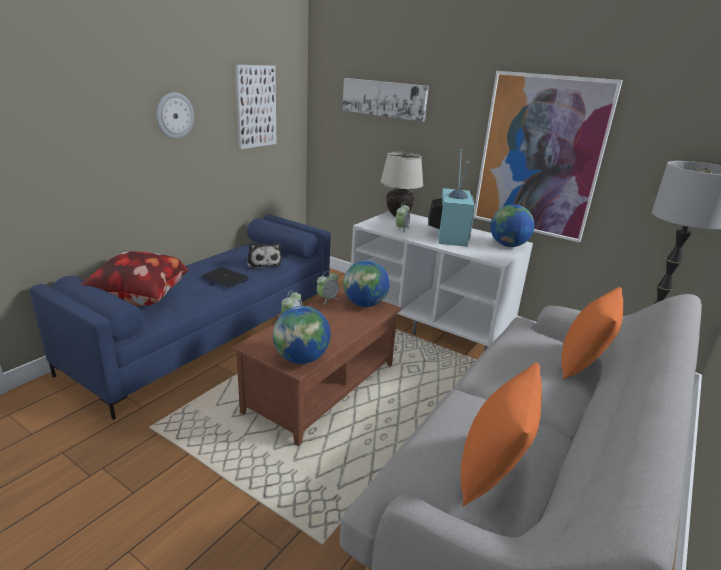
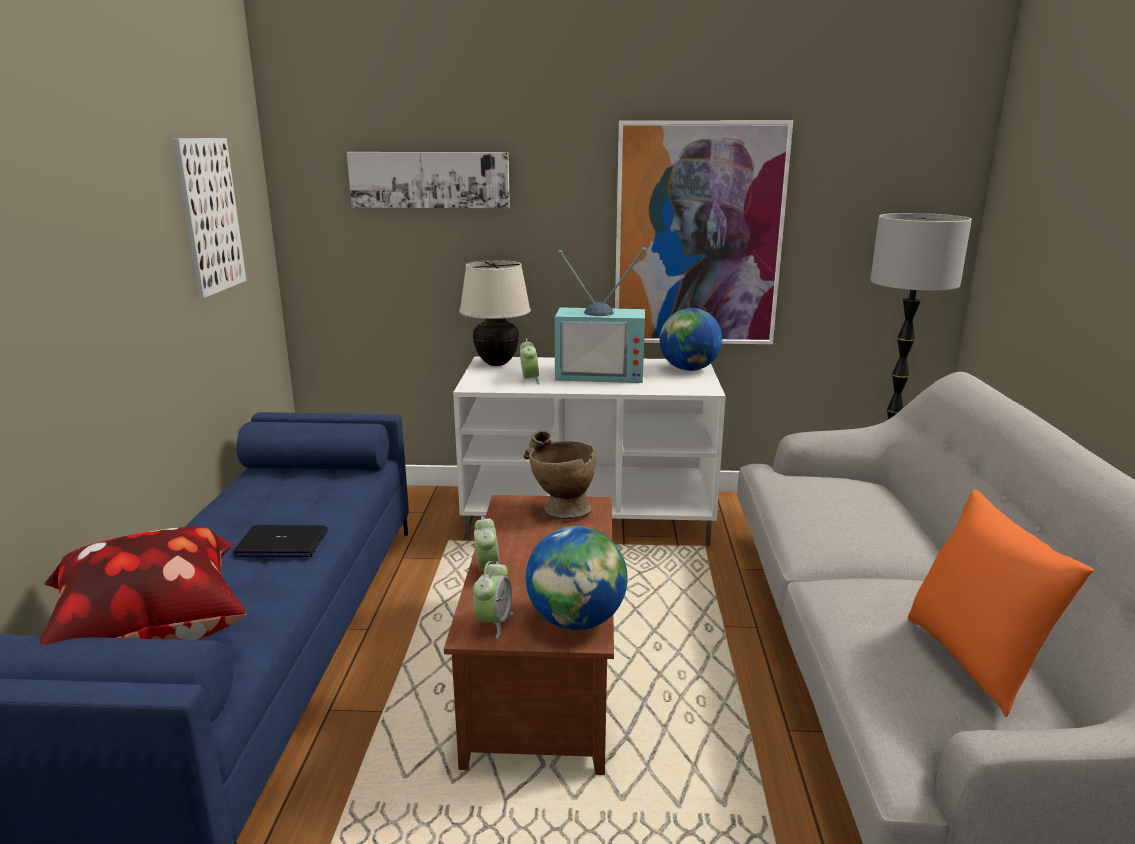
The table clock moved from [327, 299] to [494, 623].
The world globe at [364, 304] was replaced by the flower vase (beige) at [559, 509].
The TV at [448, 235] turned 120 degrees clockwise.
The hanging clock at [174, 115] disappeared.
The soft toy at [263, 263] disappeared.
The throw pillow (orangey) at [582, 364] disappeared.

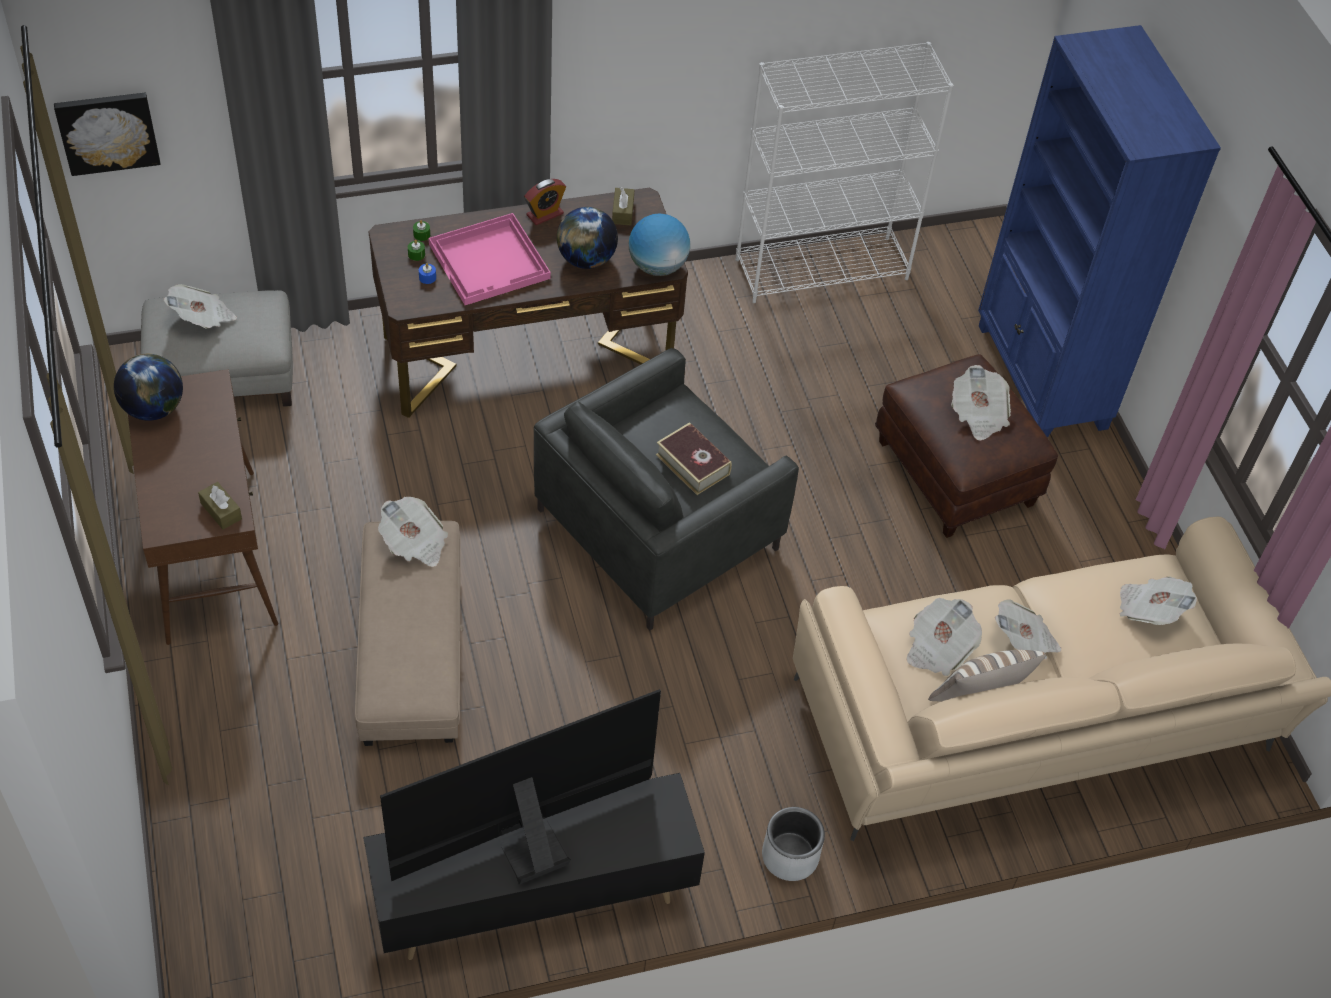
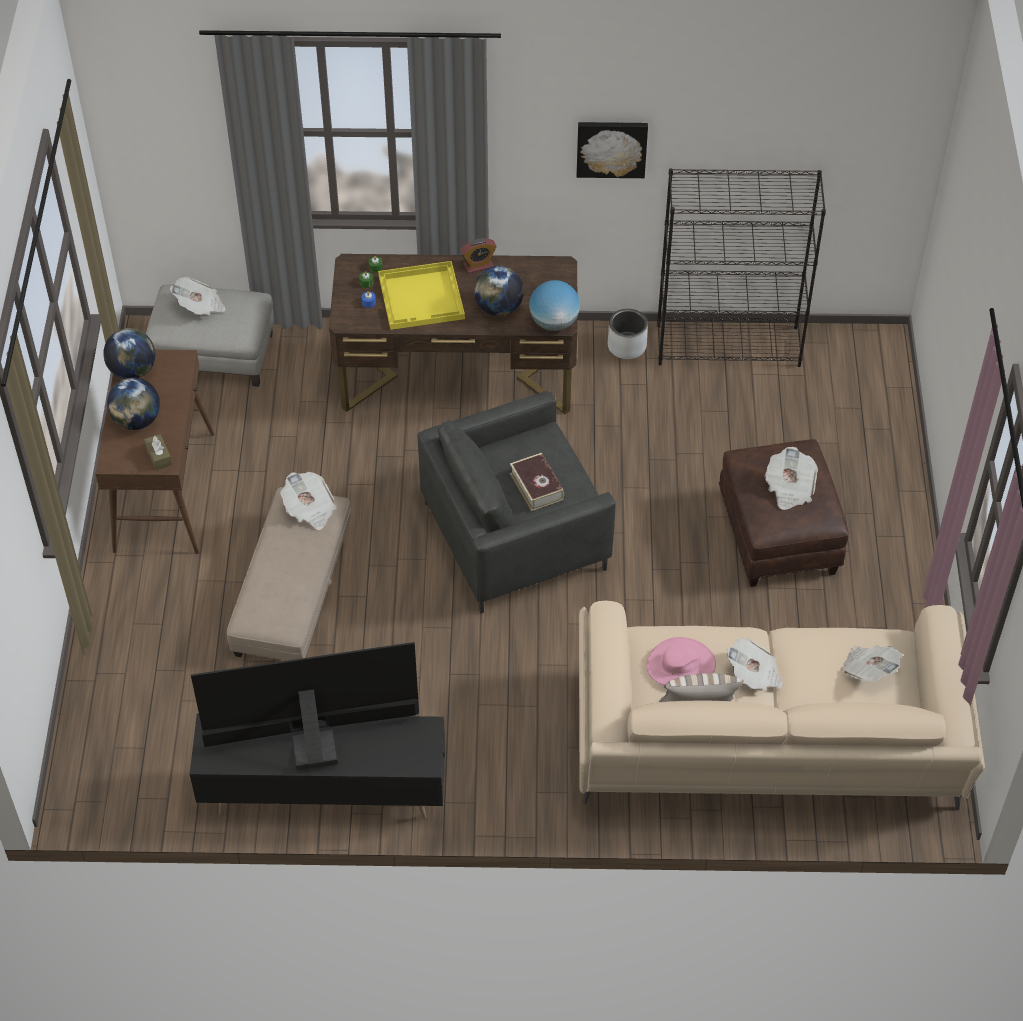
The world globe at [137, 420] appeared.
The carrying tray (pink-coloured) at [490, 262] became the carrying tray (yellow) at [422, 298].
The wall picture moved from [107, 131] to [611, 147].
The planter (grey) moved from [789, 856] to [626, 346].
The printed paper at [938, 648] was replaced by the hat (pink-coloured) at [681, 665].
The bookcase (whitish) at [822, 268] became the bookcase (black-coloured) at [729, 345].
The tissue box (brownish) at [622, 212] disappeared.
The bookcase (bluish) at [1041, 377] disappeared.

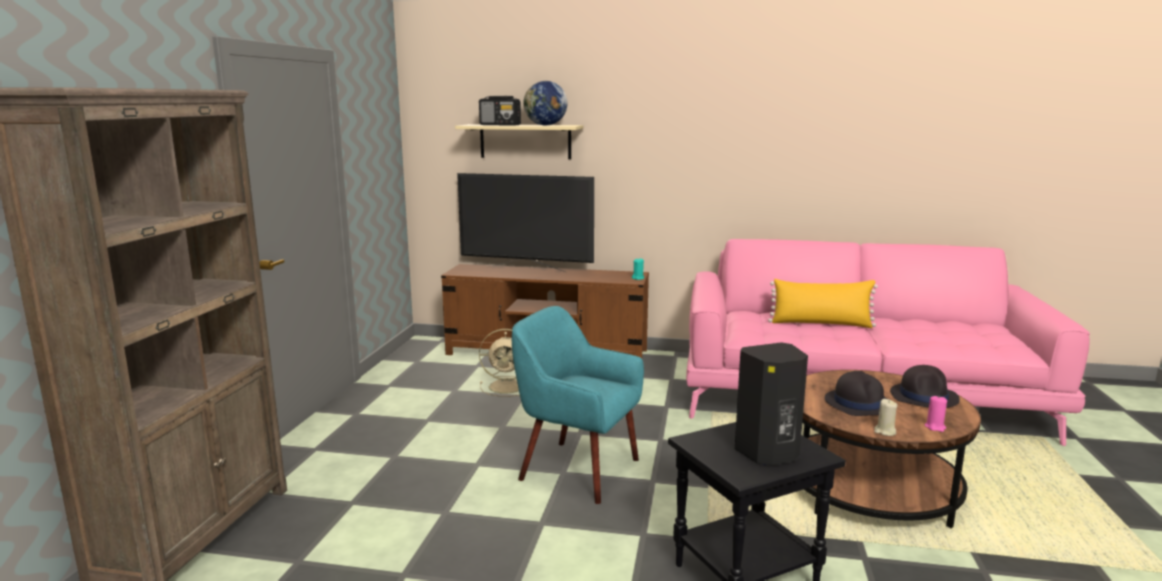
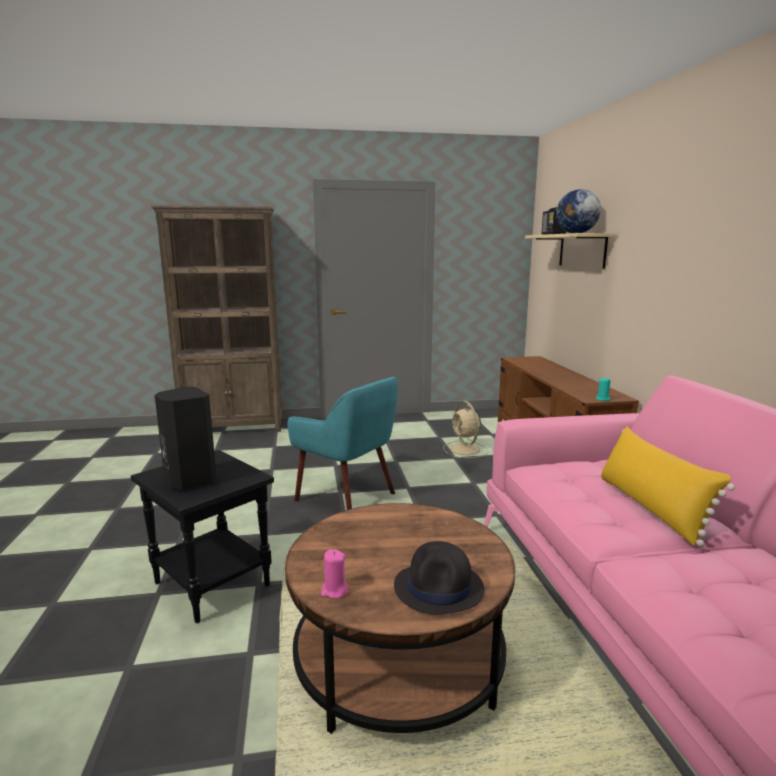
The armchair (turquoise) at [577, 469] turned 120 degrees clockwise.
The TV at [526, 269] disappeared.
The hat (black-coloured) at [858, 403] disappeared.
The wax light (beige) at [885, 431] disappeared.

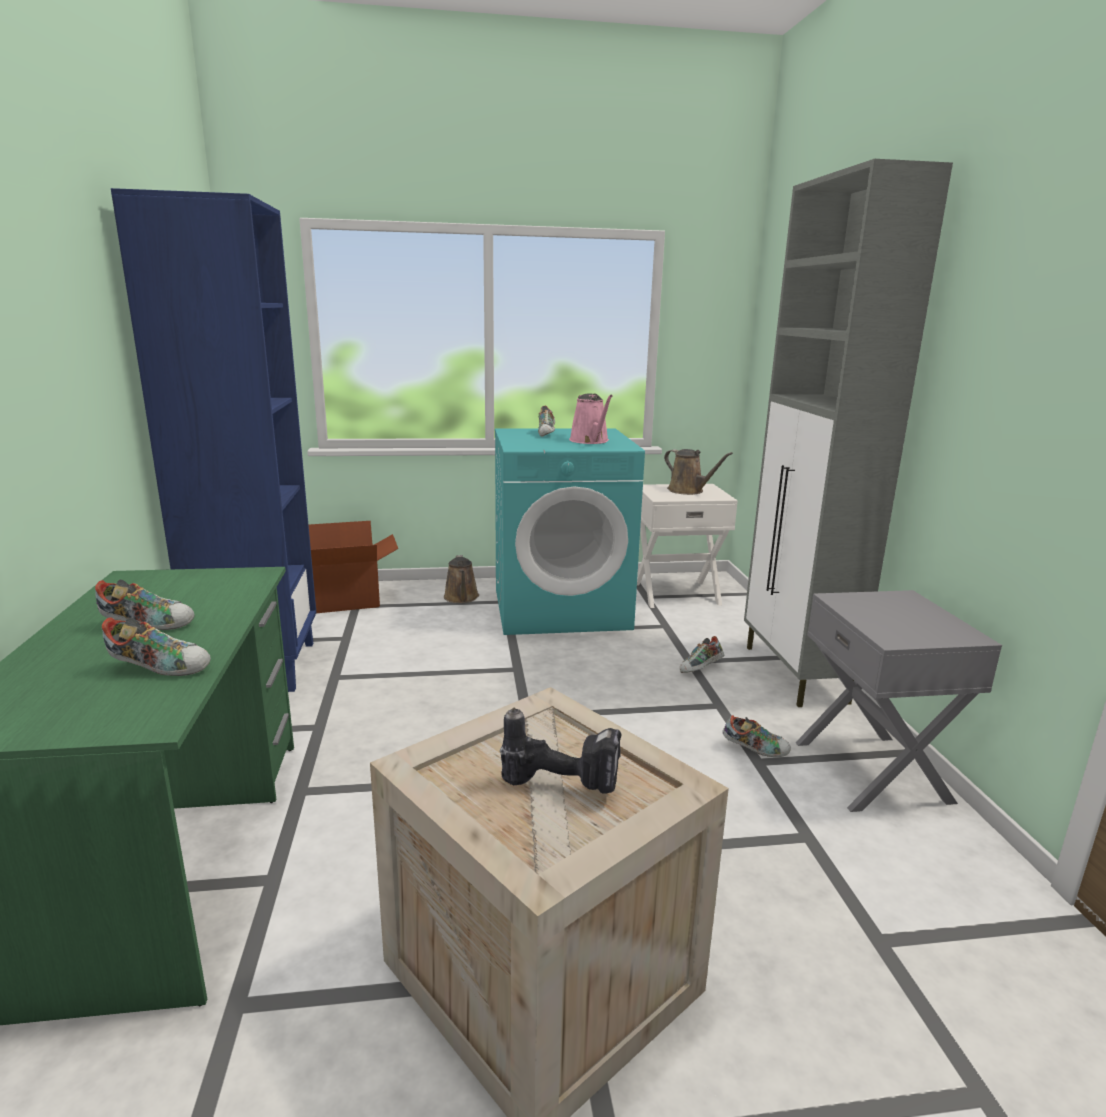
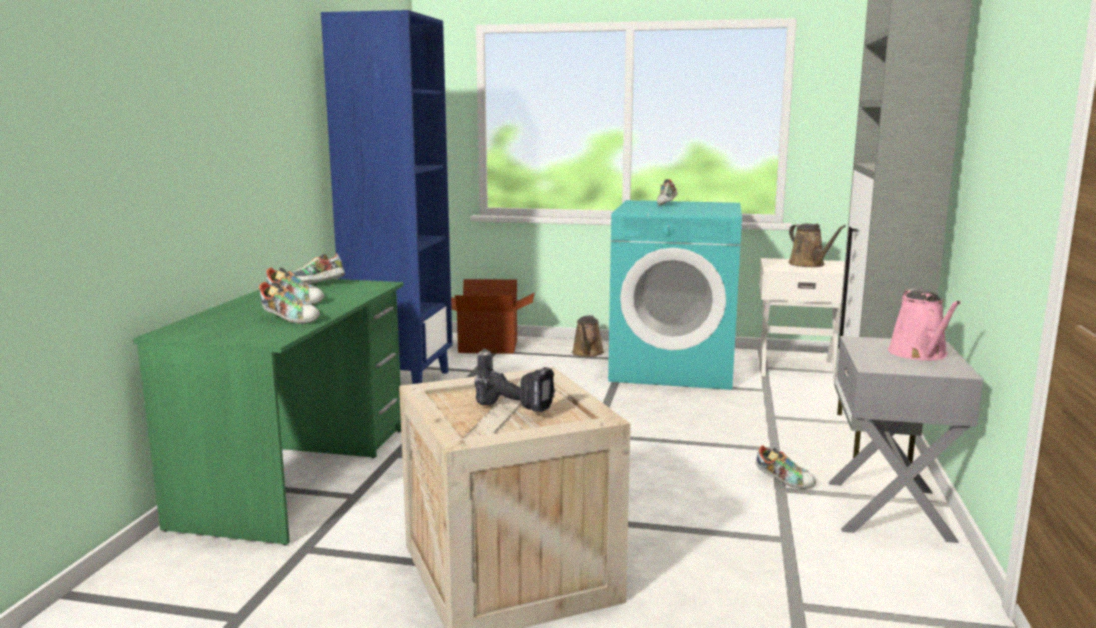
The shoe moved from [701, 669] to [315, 285].
The watering pot (pink-coloured) moved from [590, 441] to [920, 354].

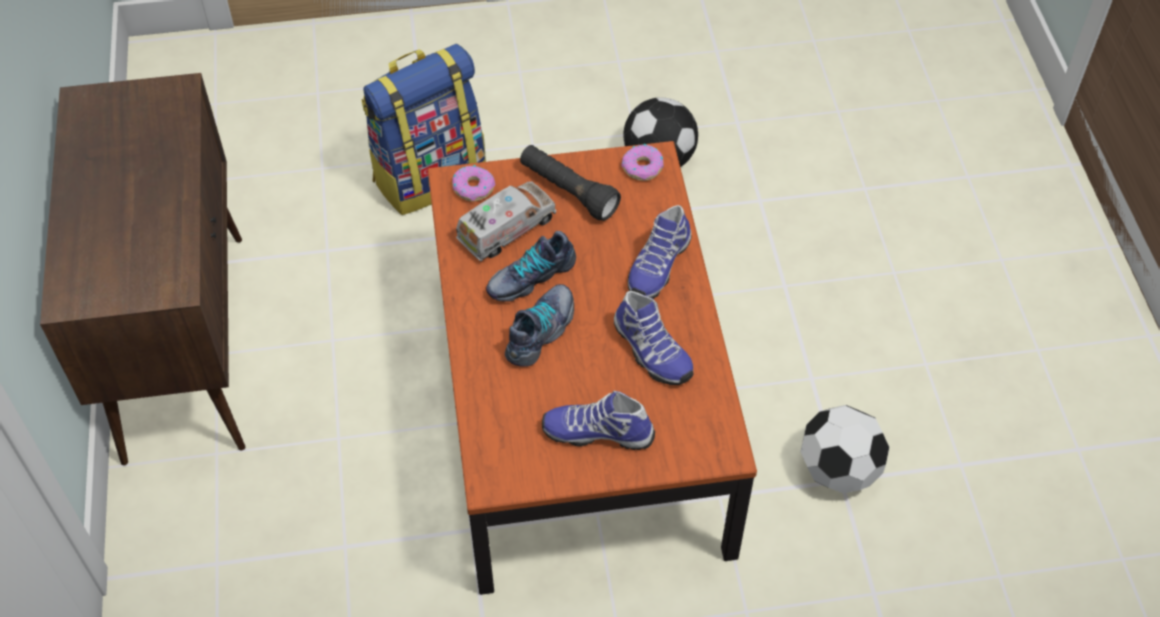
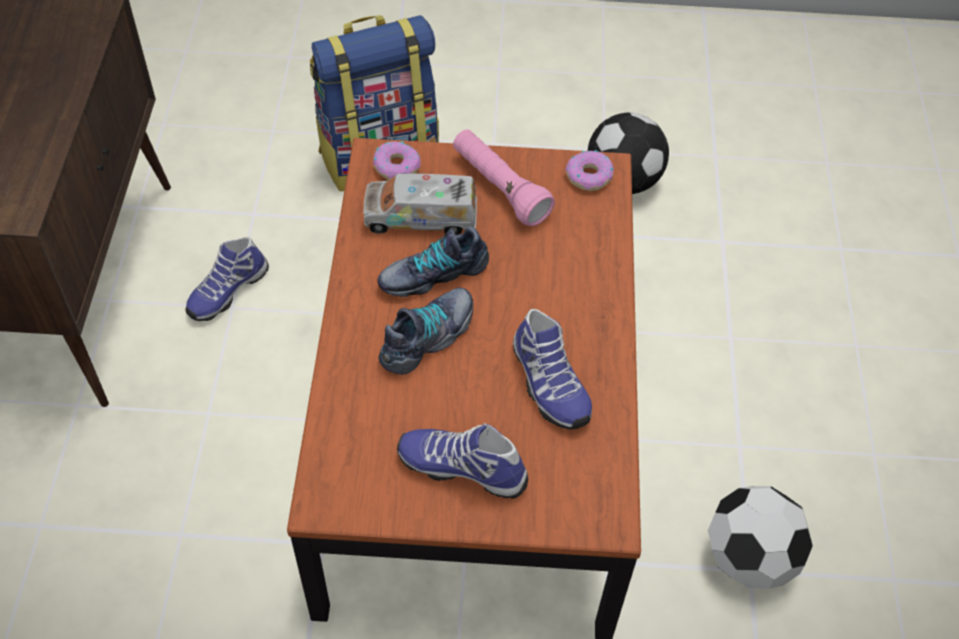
The shoe moved from [657, 265] to [227, 290].
The model truck at [506, 229] turned 150 degrees counterclockwise.
The flashlight (black-coloured) at [568, 191] became the flashlight (pink-coloured) at [499, 188].

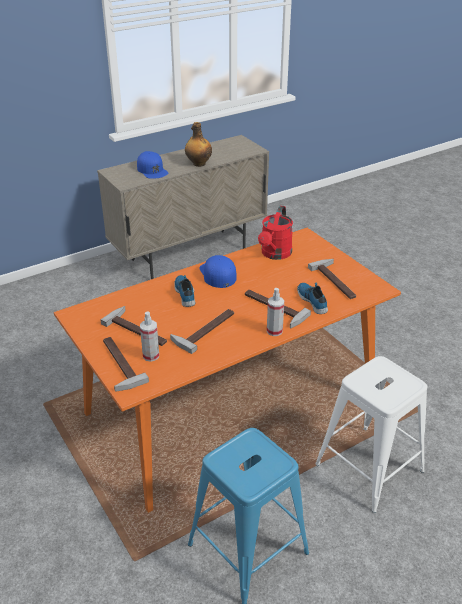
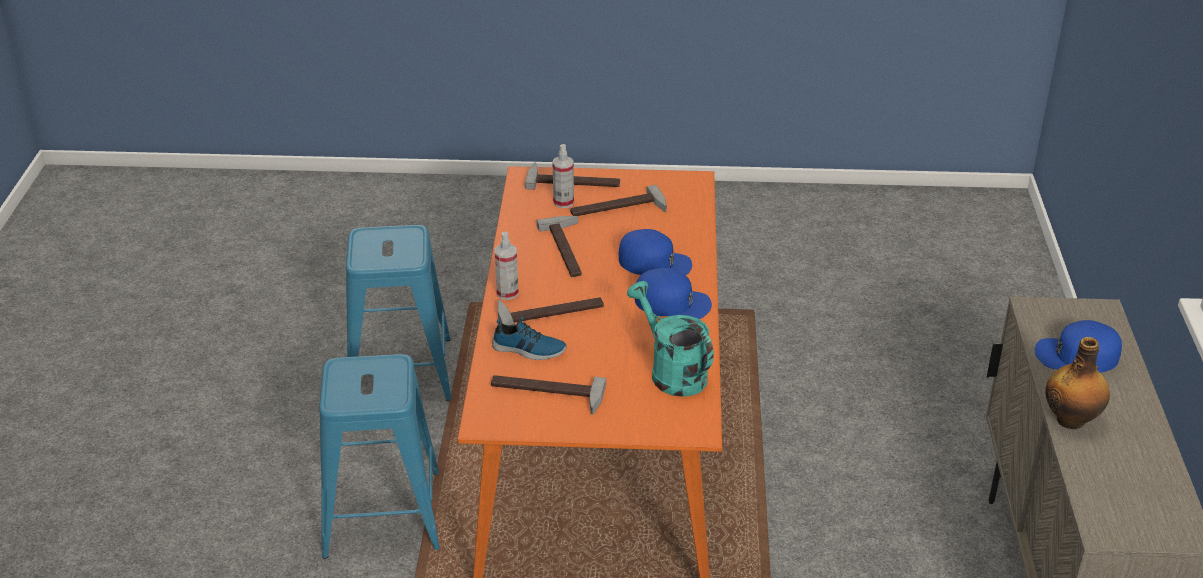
The sitting stool (whitish) at [369, 467] became the sitting stool (bluish) at [383, 514].
The shoe at [185, 293] was replaced by the cap (bluish) at [655, 262].
The watering pot (red-coloured) at [275, 254] became the watering pot (turquoise) at [671, 372].

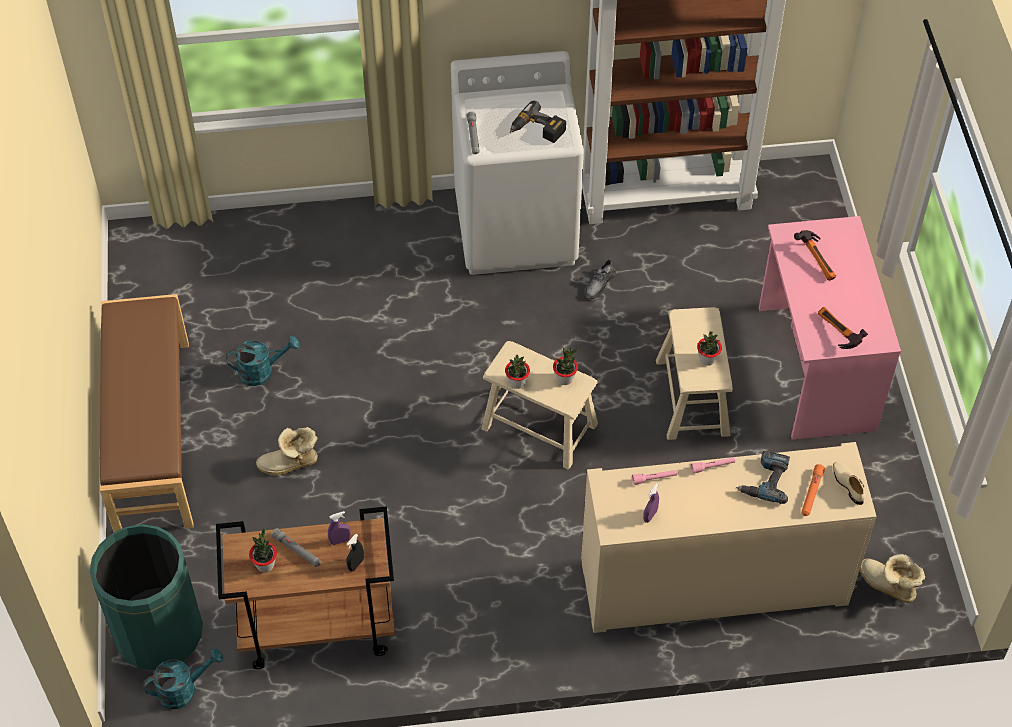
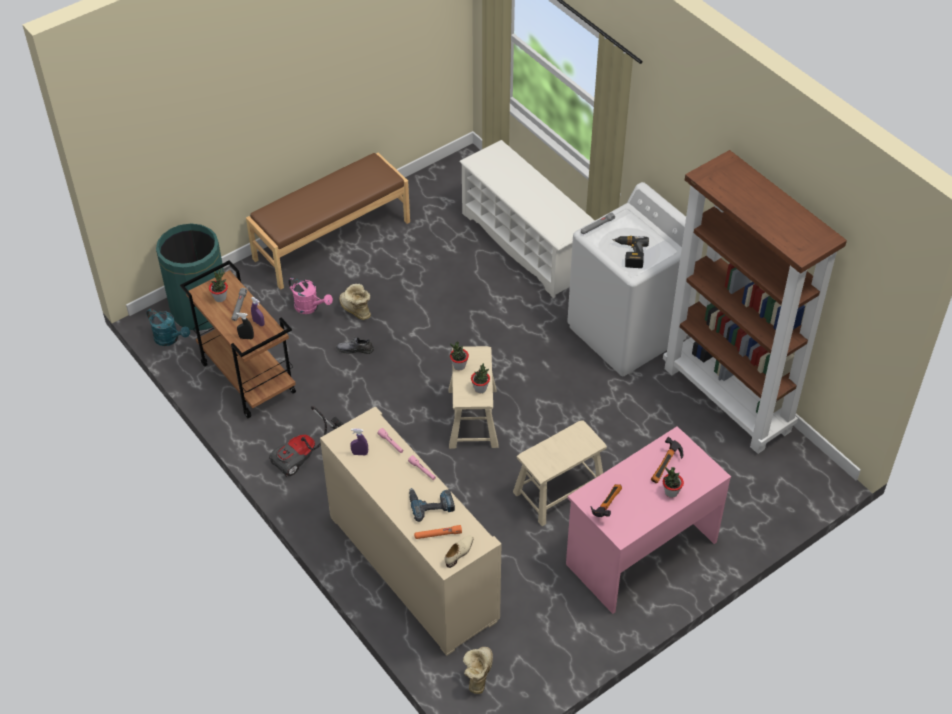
The vacuum at [307, 455] appeared.
The watering pot (pink-coloured) at [310, 307] appeared.
The shoe (grey) moved from [599, 284] to [355, 349].
The shoe rack (whitish) at [527, 244] appeared.
The plant in a pot moved from [707, 359] to [671, 492].
The watering pot (turquoise) at [262, 371] disappeared.

